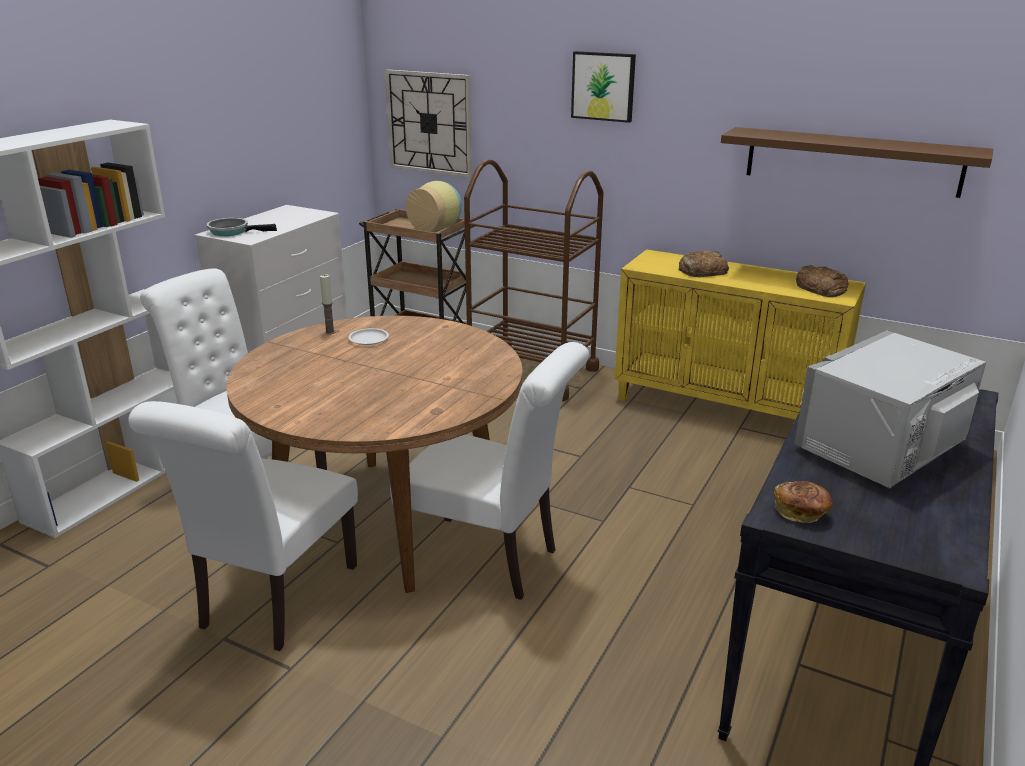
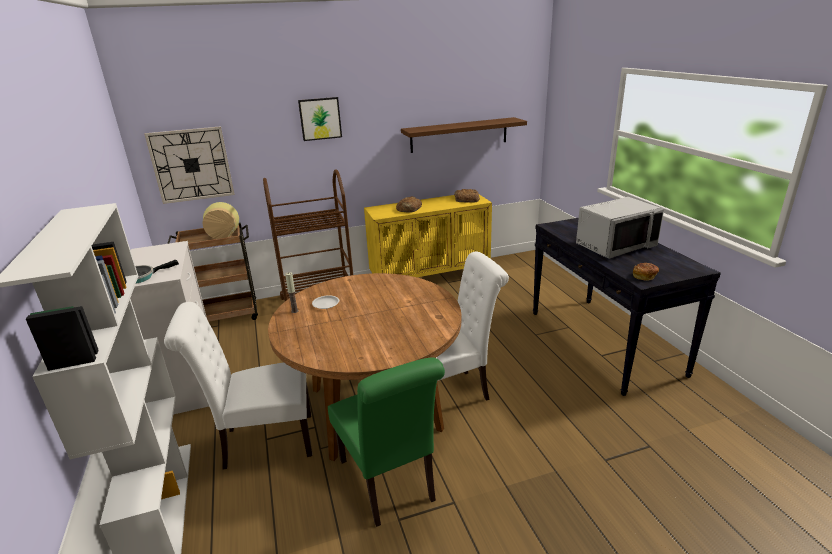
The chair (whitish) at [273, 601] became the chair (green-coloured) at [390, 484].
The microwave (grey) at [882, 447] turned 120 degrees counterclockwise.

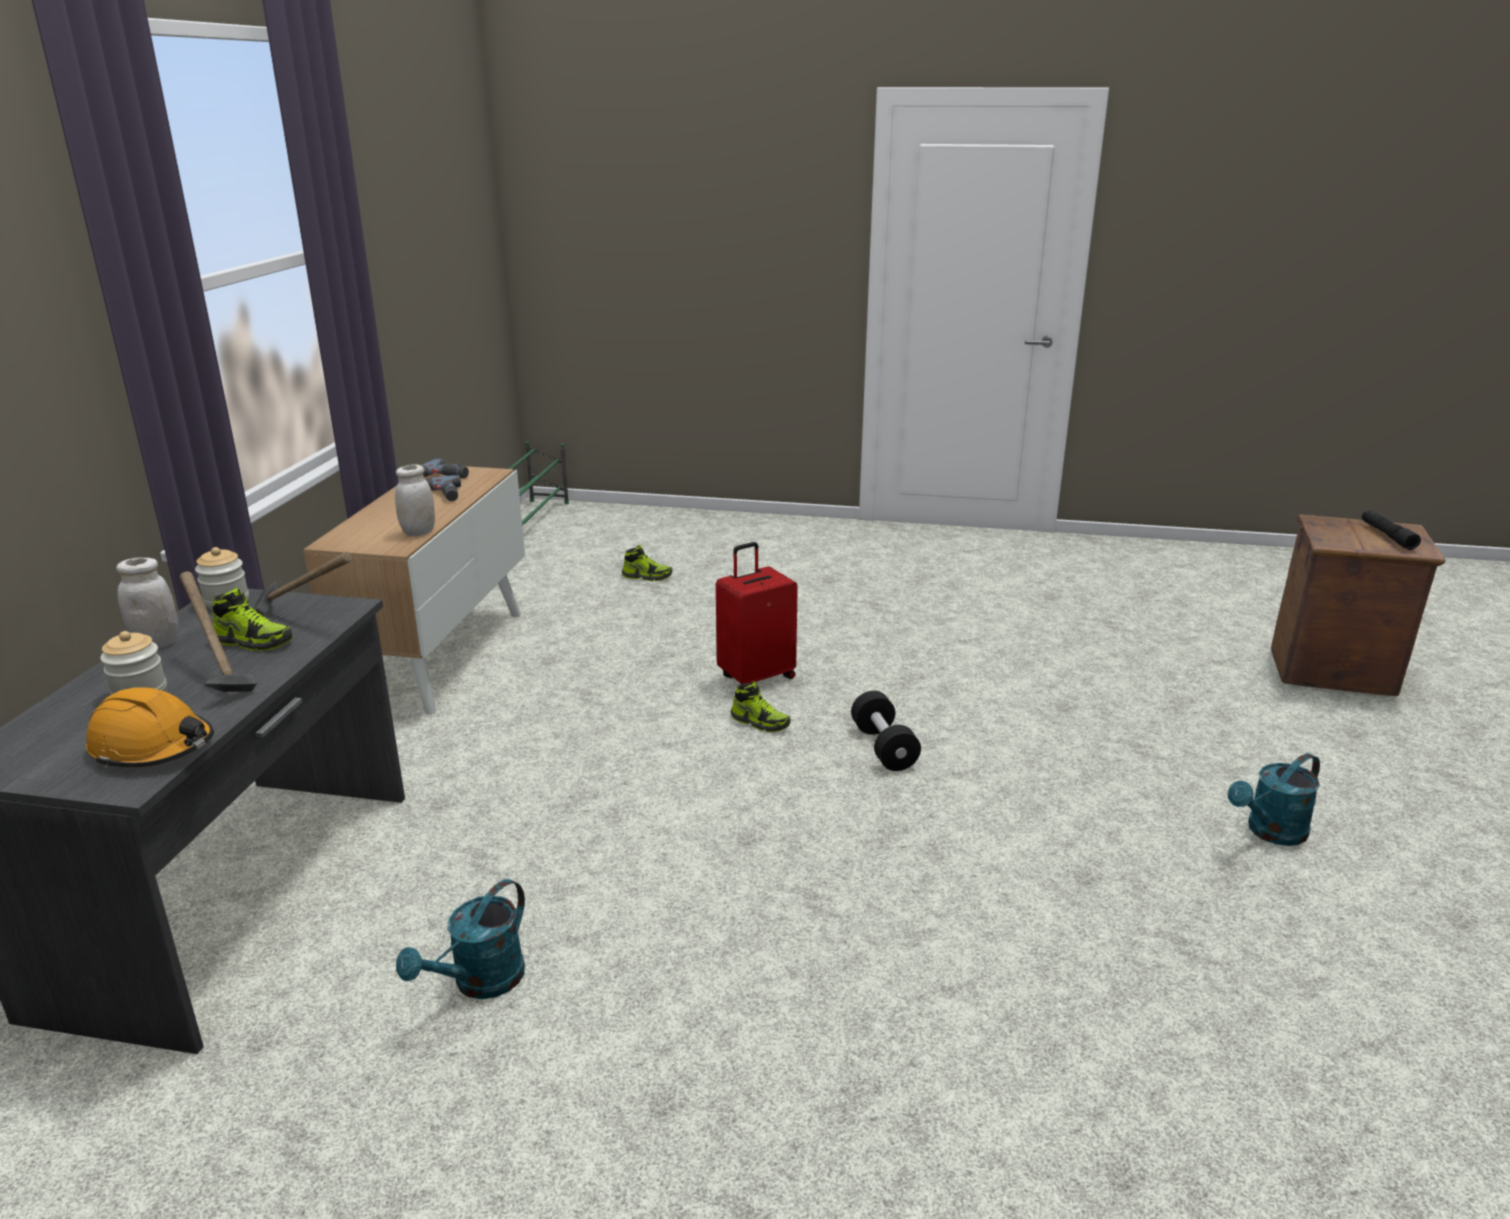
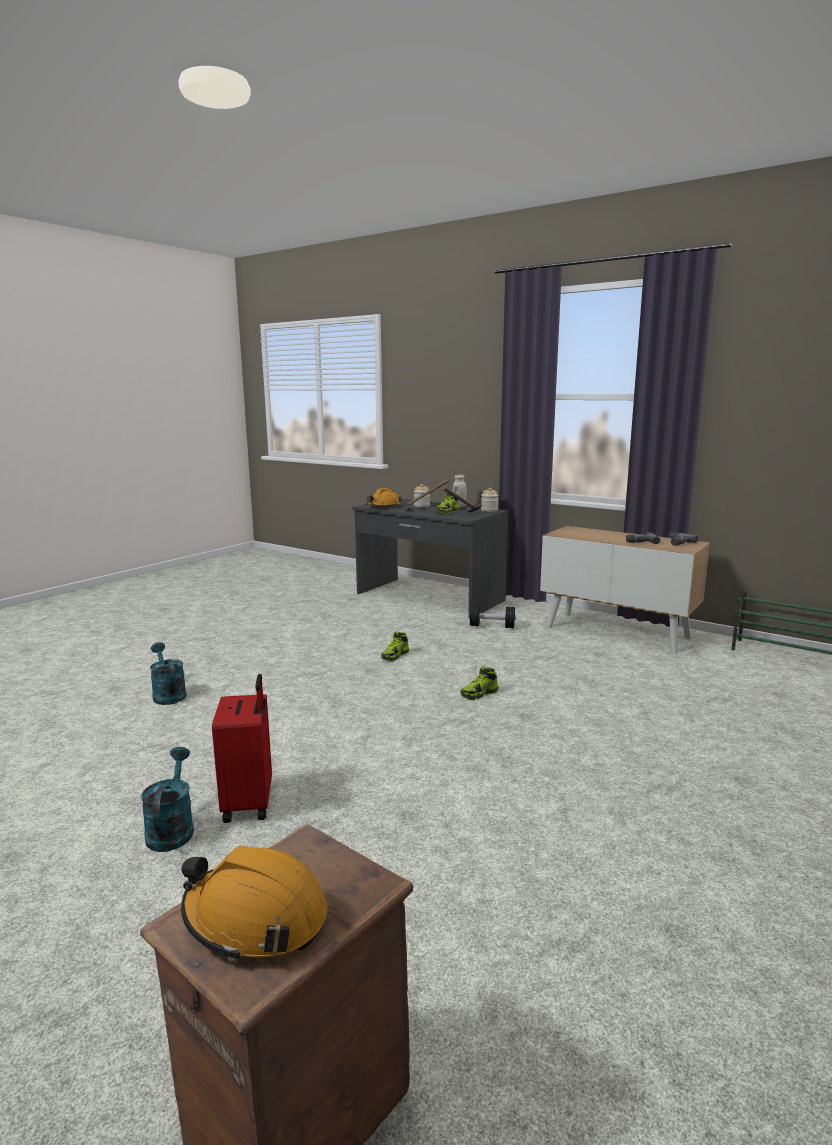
The watering pot (turquoise) moved from [479, 983] to [168, 694].
The flashlight (black-coloured) at [1387, 536] was replaced by the hard hat (orangey) at [255, 918].
The suitcase (red-coloured) moved from [756, 677] to [250, 803].
The shoe moved from [647, 576] to [395, 656].
The free weight (black-coloured) moved from [883, 747] to [492, 626].
The storage jar (whitish) at [418, 532] disappeared.

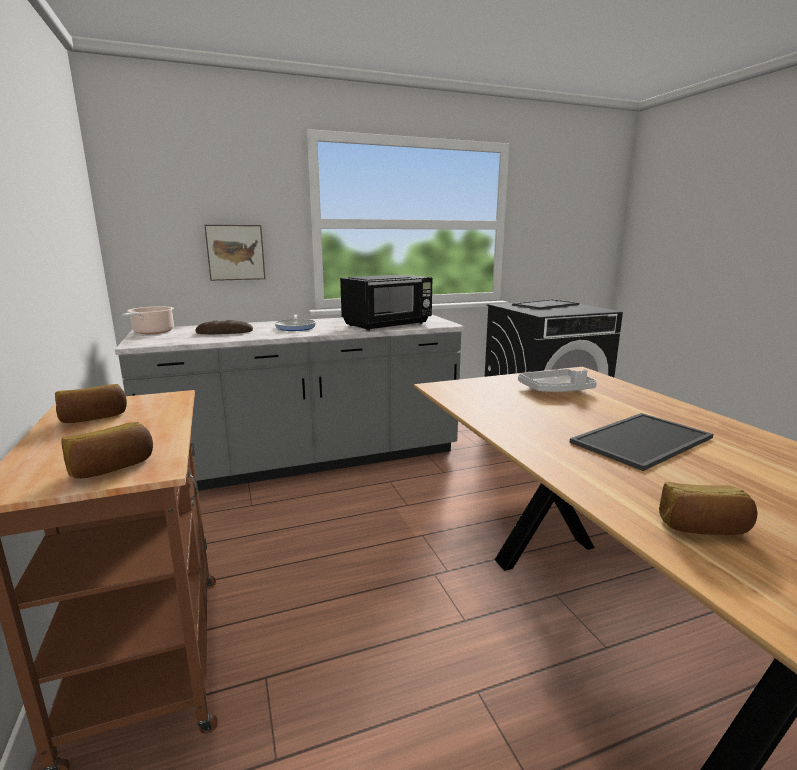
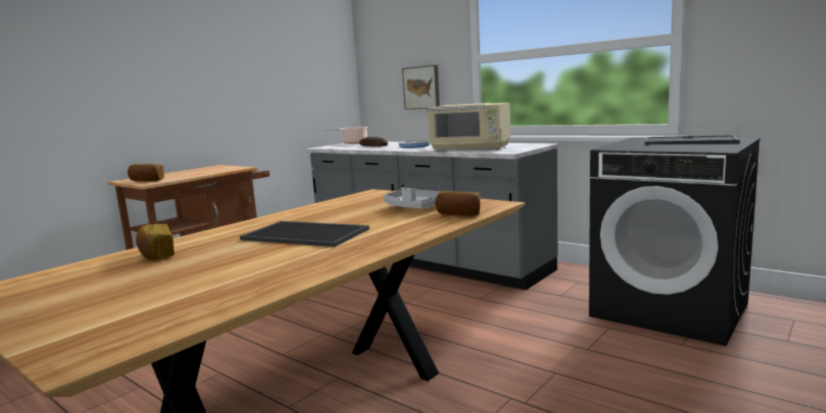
The microwave (black-coloured) at [388, 324] became the microwave (beige) at [471, 148].
The bakery bread moved from [94, 418] to [459, 214].

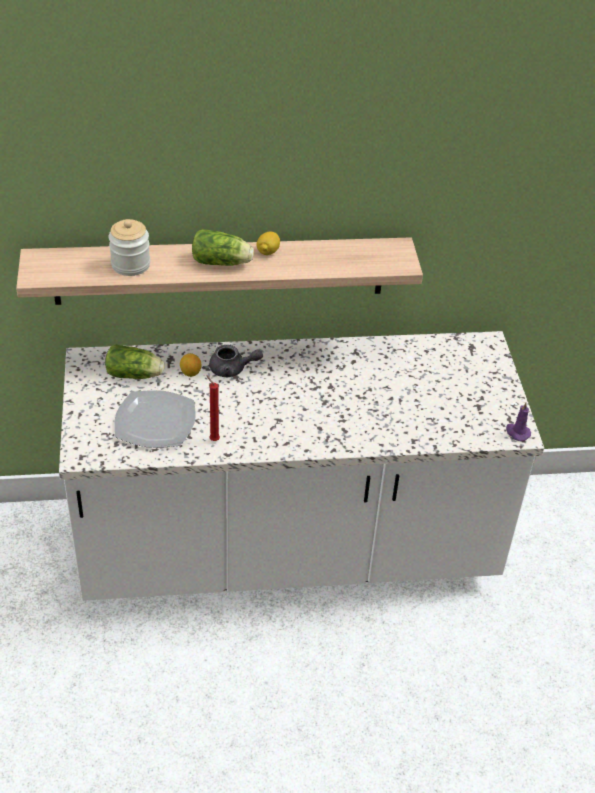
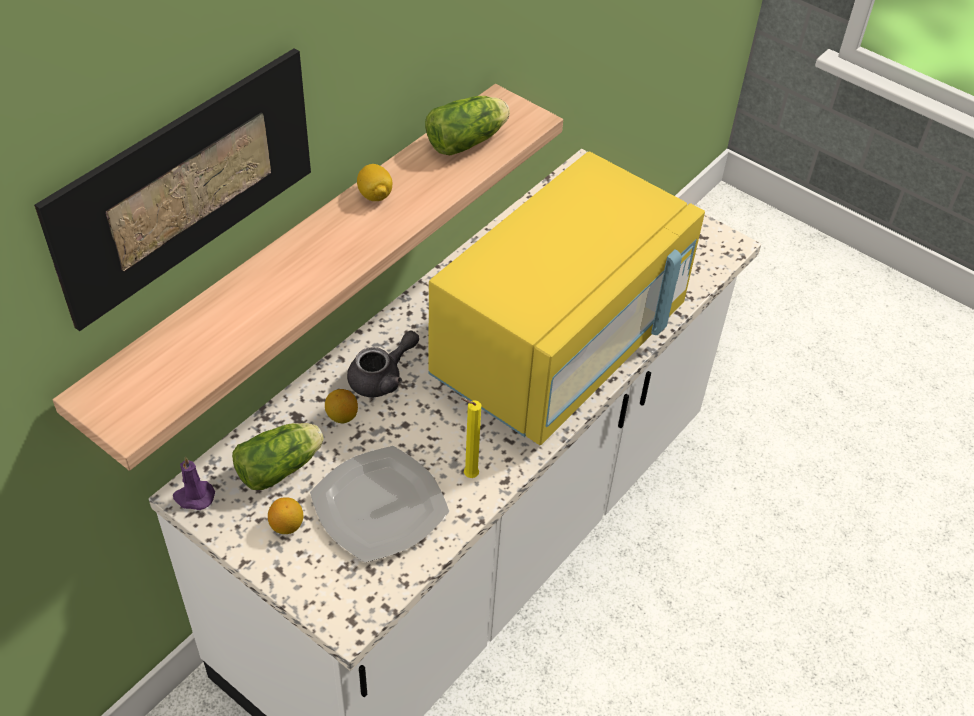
The wall picture at [186, 184] appeared.
The wax light (purplish) moved from [517, 432] to [193, 497].
The lemon at [287, 525] appeared.
The lettuce moved from [223, 262] to [469, 140].
The microwave (yellow) at [560, 346] appeared.
The wax light (red-coloured) at [213, 439] became the wax light (yellow) at [468, 475].
The storage jar at [130, 264] disappeared.

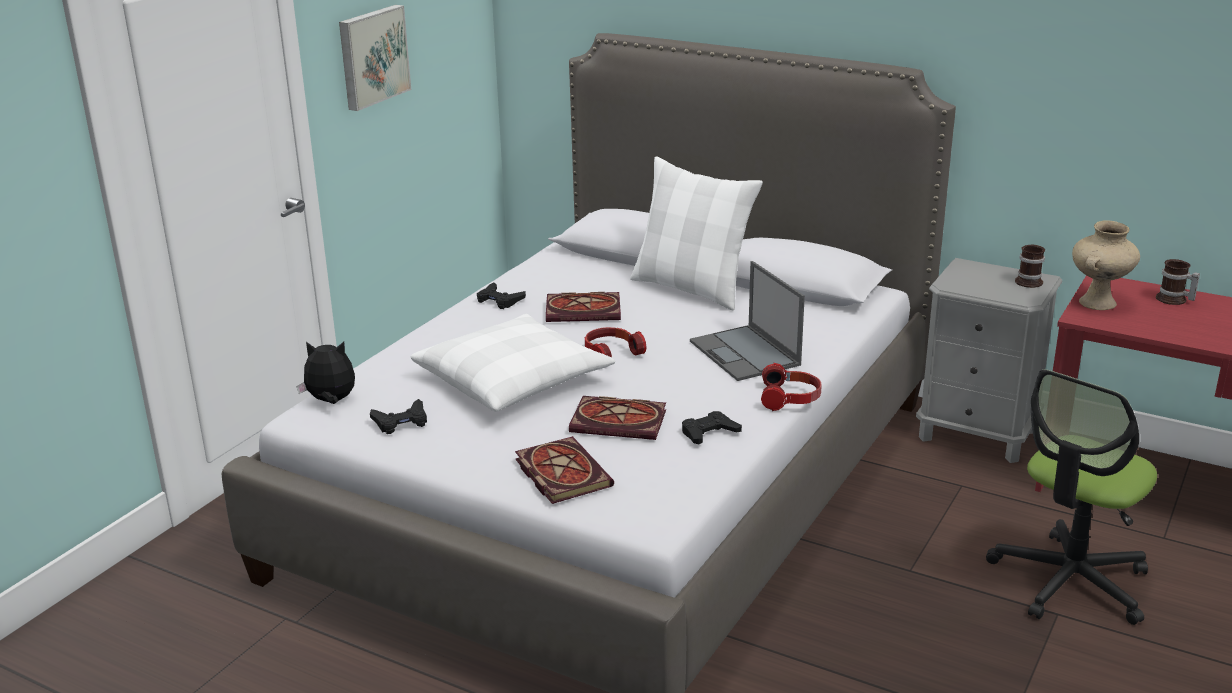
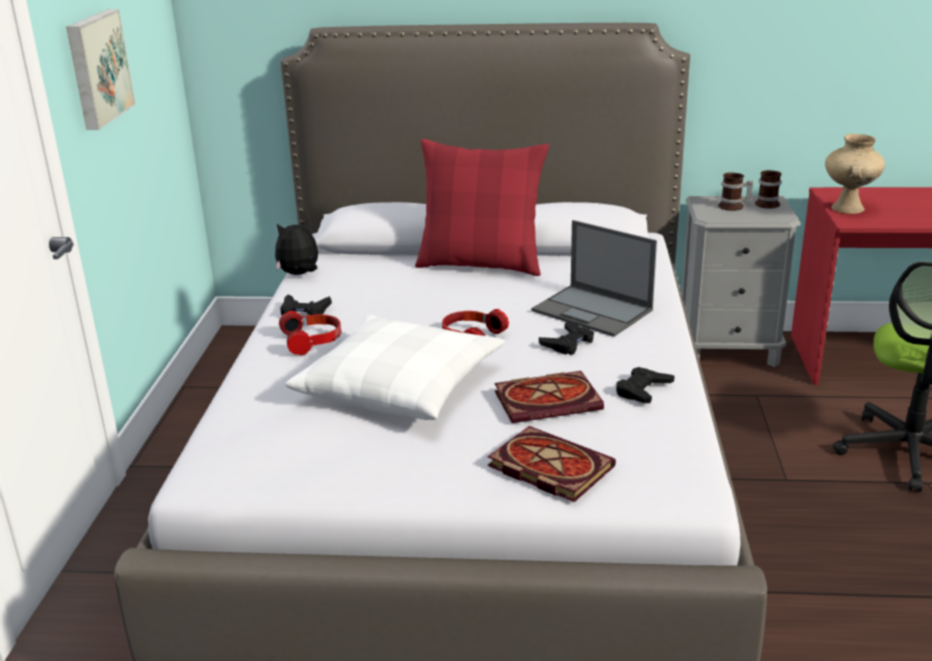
The soft toy moved from [331, 401] to [299, 274].
The pair of headphones moved from [790, 398] to [313, 341].
The throw pillow (whitish) at [691, 288] became the throw pillow (red-coloured) at [481, 264].
The joypad (black-coloured) moved from [401, 422] to [568, 343].
The mug moved from [1173, 300] to [733, 207].
The volume at [585, 310] disappeared.

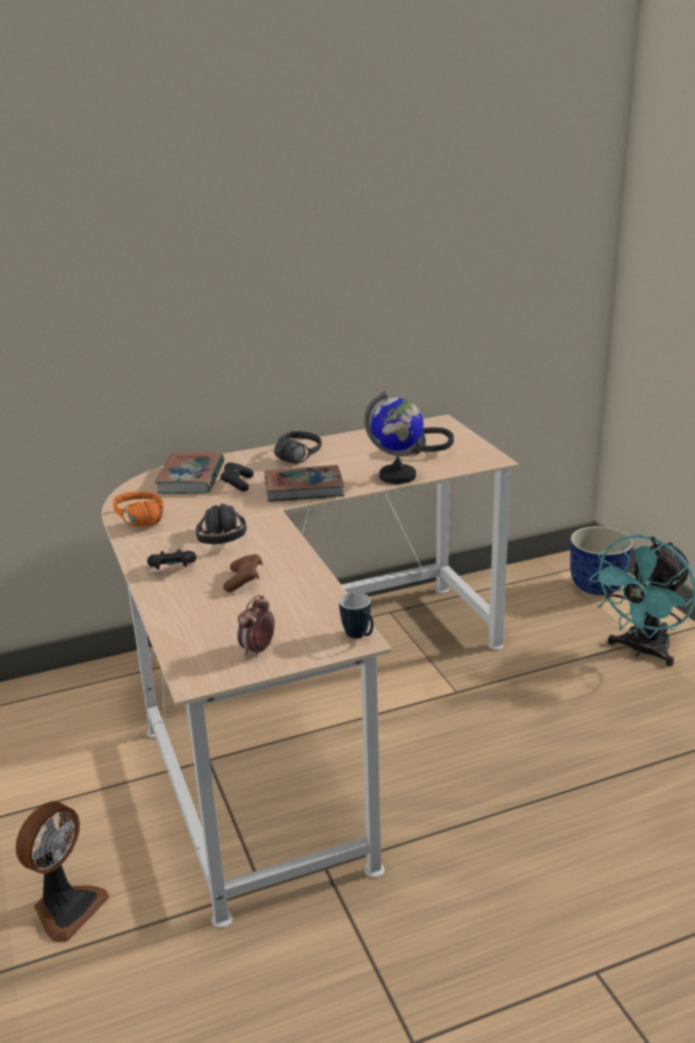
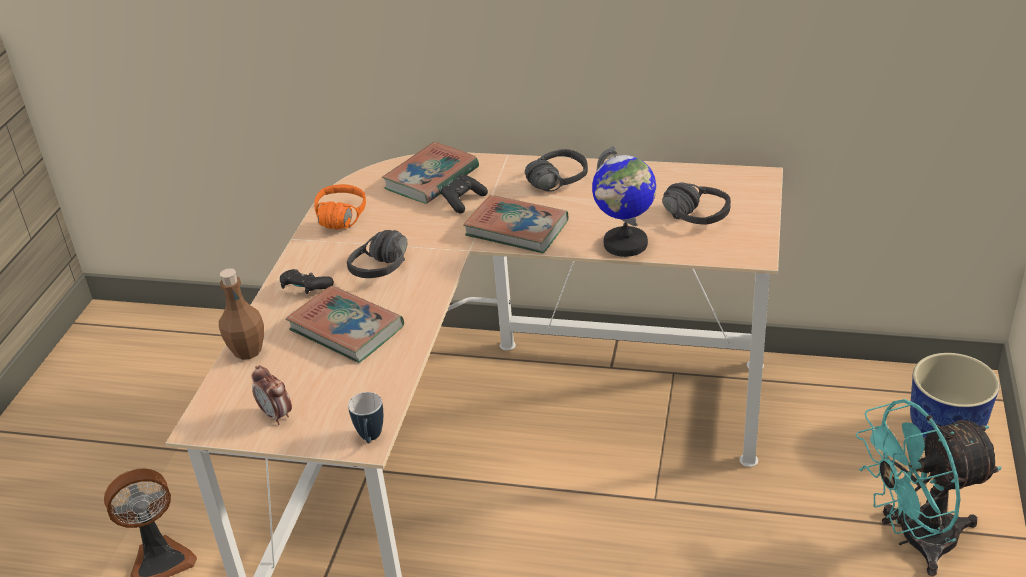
The beverage bottle (brownish) at [247, 351] appeared.
The table clock at [258, 650] turned 105 degrees counterclockwise.
The joypad (brownish) at [244, 581] was replaced by the volume at [346, 329].

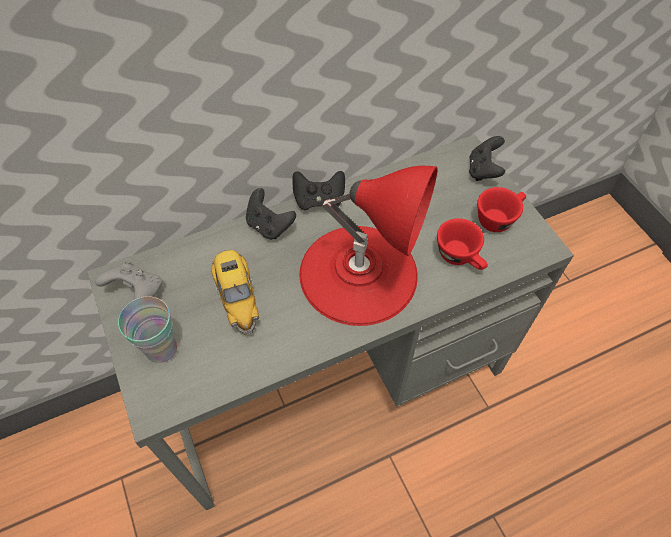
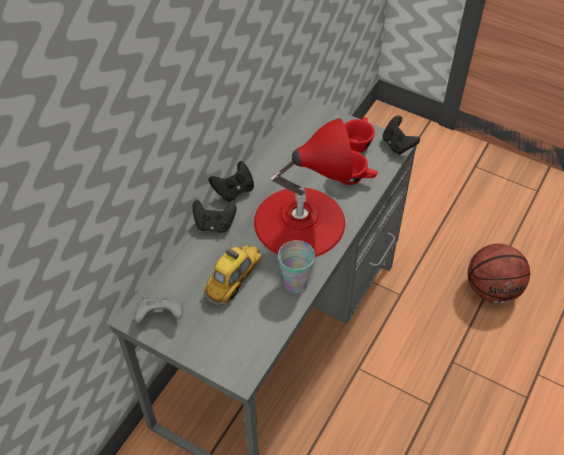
The toy car at [238, 298] turned 90 degrees counterclockwise.
The small cup moved from [161, 348] to [295, 283].
The joypad (black-coloured) moved from [483, 170] to [397, 145].
The basketball ball at [492, 289] appeared.

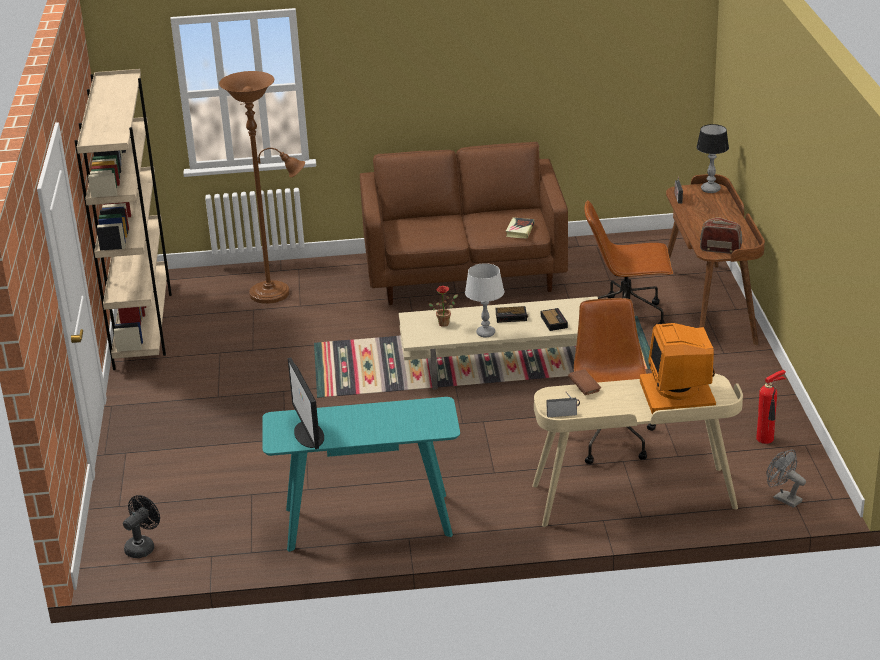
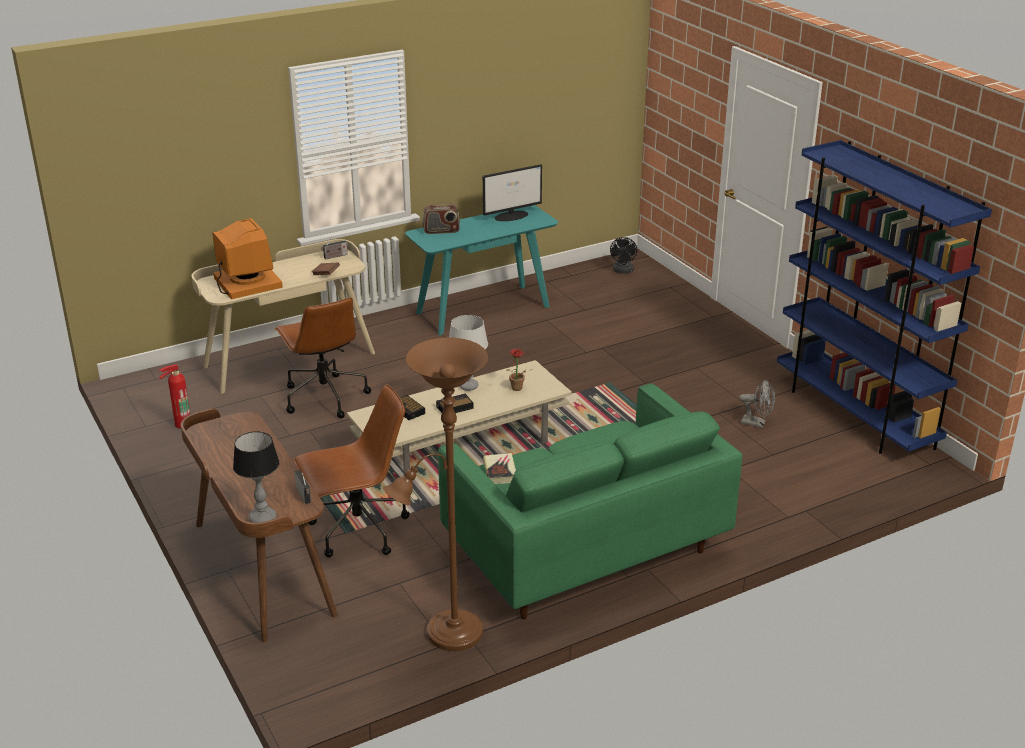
The floor lamp (brownish) moved from [275, 293] to [448, 635].
The radio set moved from [720, 249] to [441, 231].
The couch (brownish) at [465, 275] became the couch (green-coloured) at [583, 550].
The computer screen at [309, 435] turned 105 degrees clockwise.
The cooling fan (grey) moved from [783, 498] to [757, 423].
The bookcase (beige) at [143, 326] became the bookcase (bluish) at [855, 415].

